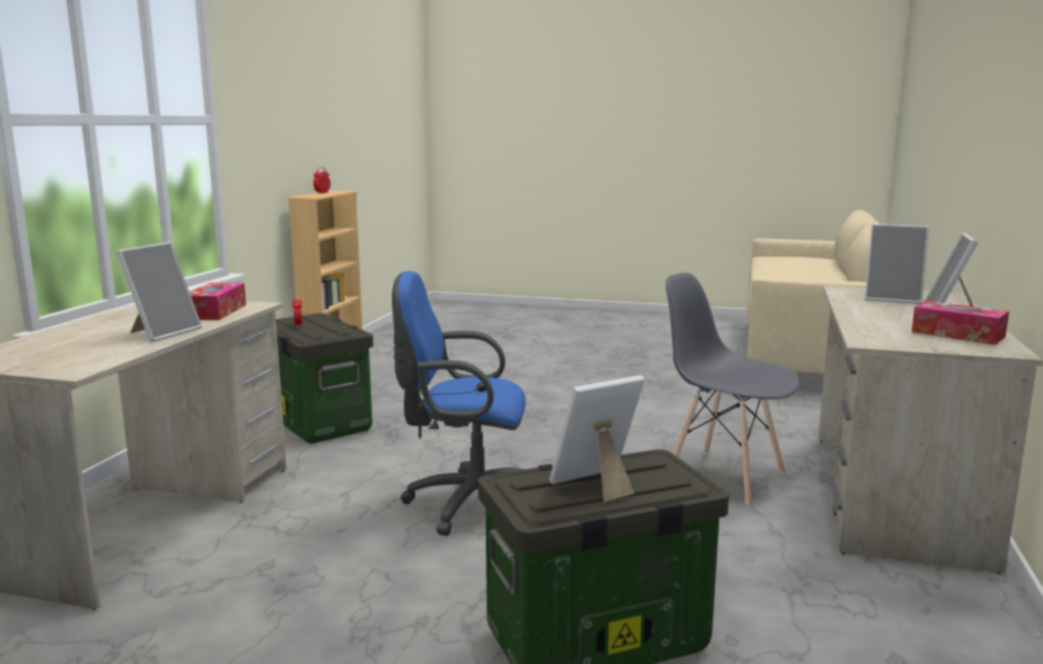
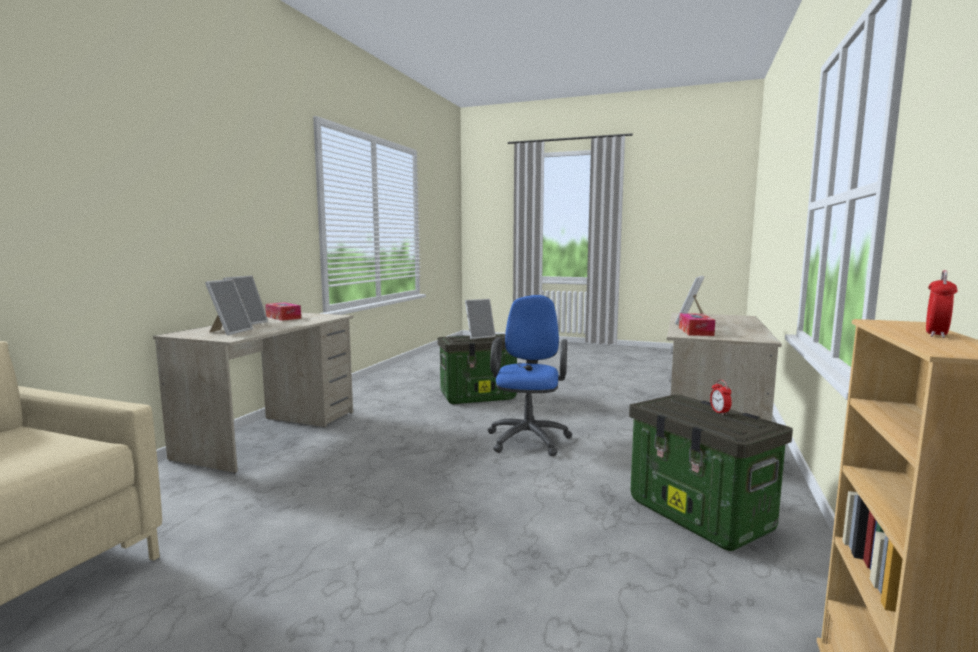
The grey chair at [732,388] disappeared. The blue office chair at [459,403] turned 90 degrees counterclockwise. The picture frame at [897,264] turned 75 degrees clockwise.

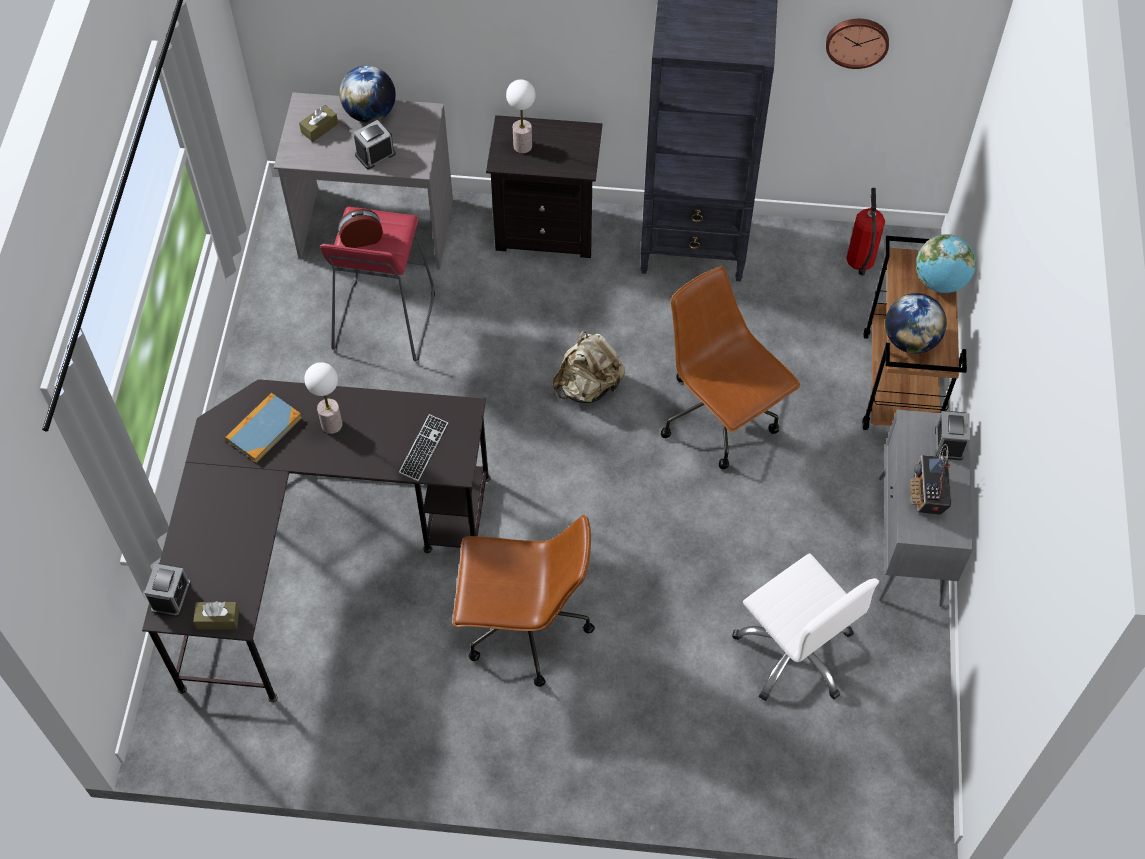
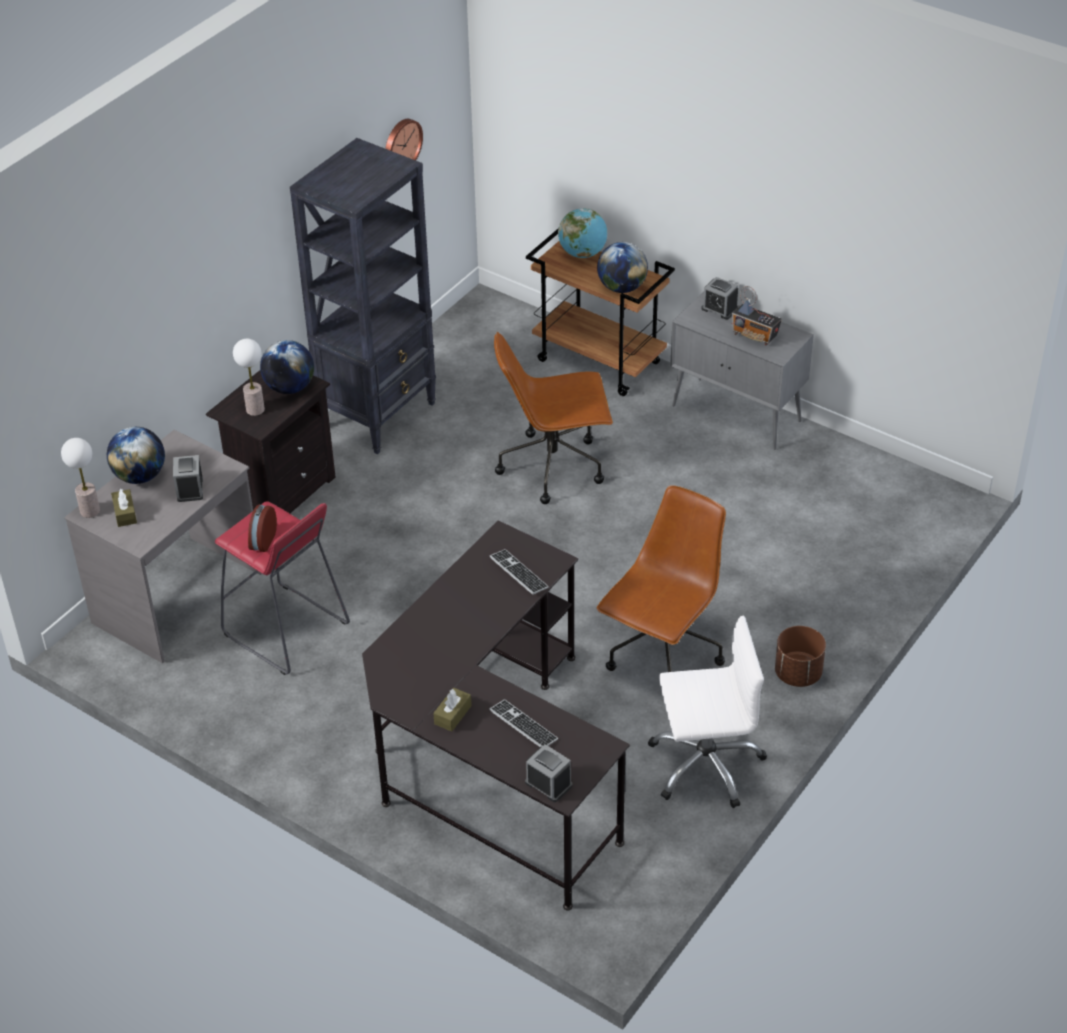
The book at [263,428] disappeared. The beige backpack at [588,367] disappeared. The fire extinguisher at [865,232] disappeared. The globe at [287,367] appeared. The keyboard at [523,723] appeared. The brown planter at [800,656] appeared. The brown tissue box moved from [216,615] to [453,710]. The table lamp moved from [323,398] to [80,478]. The white office chair moved from [805,627] to [707,711].

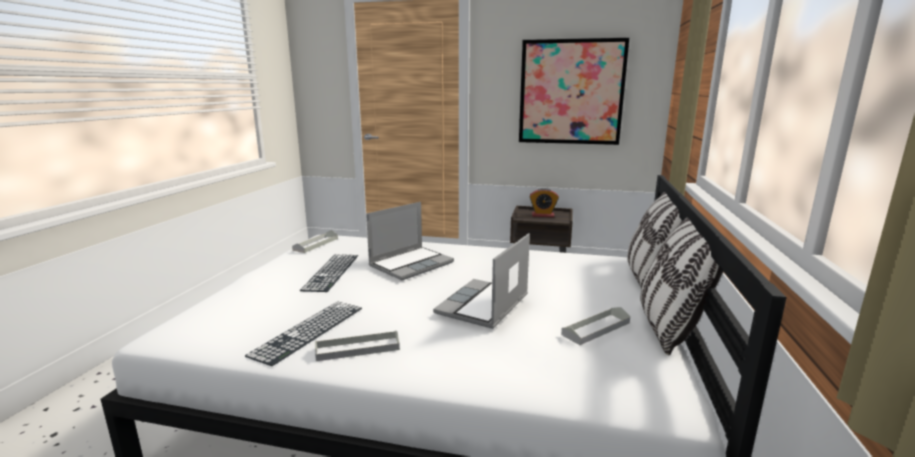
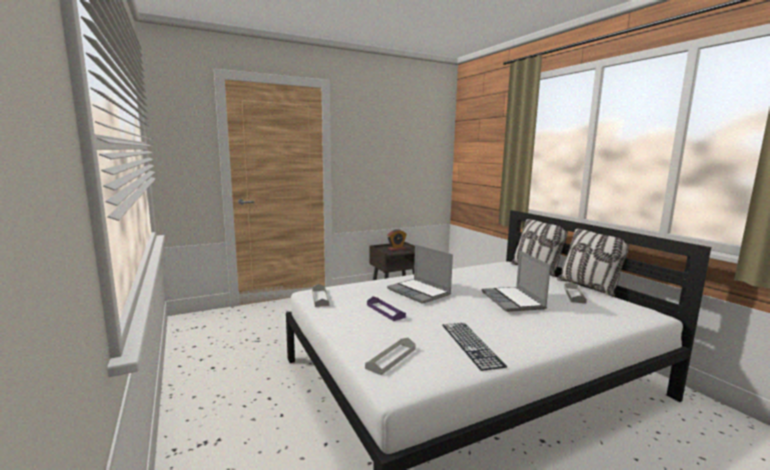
The picture at [574,91] disappeared. The grey tray moved from [357,345] to [390,356]. The keyboard at [329,273] was replaced by the purple tray at [386,308]. The laptop at [410,241] turned 135 degrees clockwise.

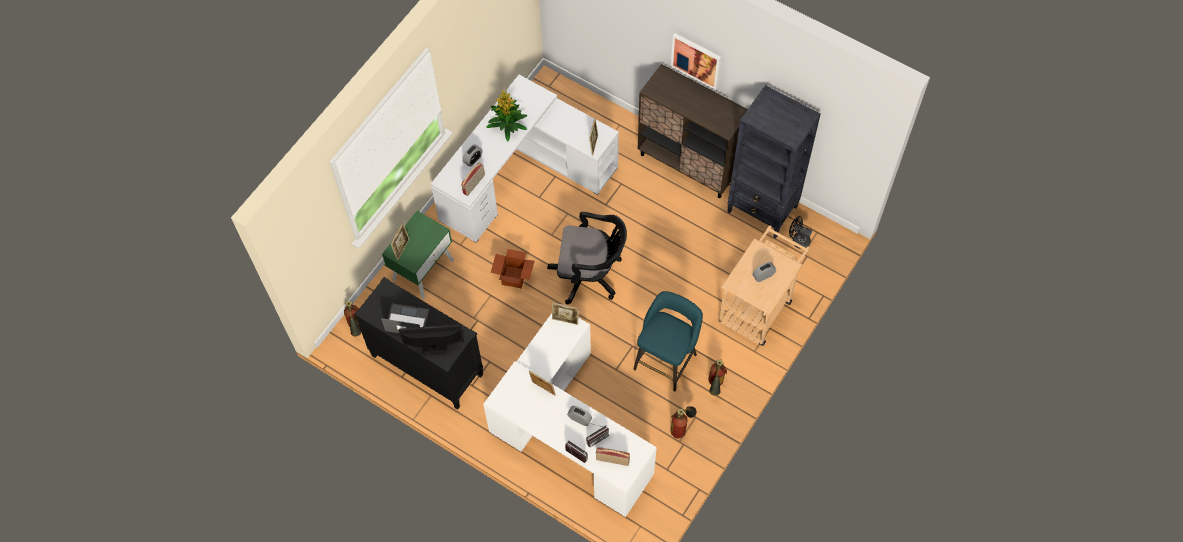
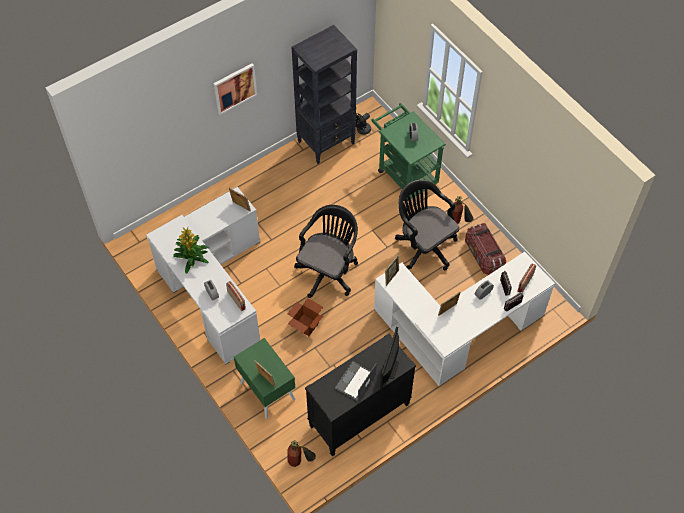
The brown cabinet at [693,131] disappeared. The turquoise stool at [668,341] was replaced by the black office chair at [427,225]. The fire extinguisher at [683,422] was replaced by the storage box at [485,249]. The beige cart at [764,285] became the green cart at [408,152].

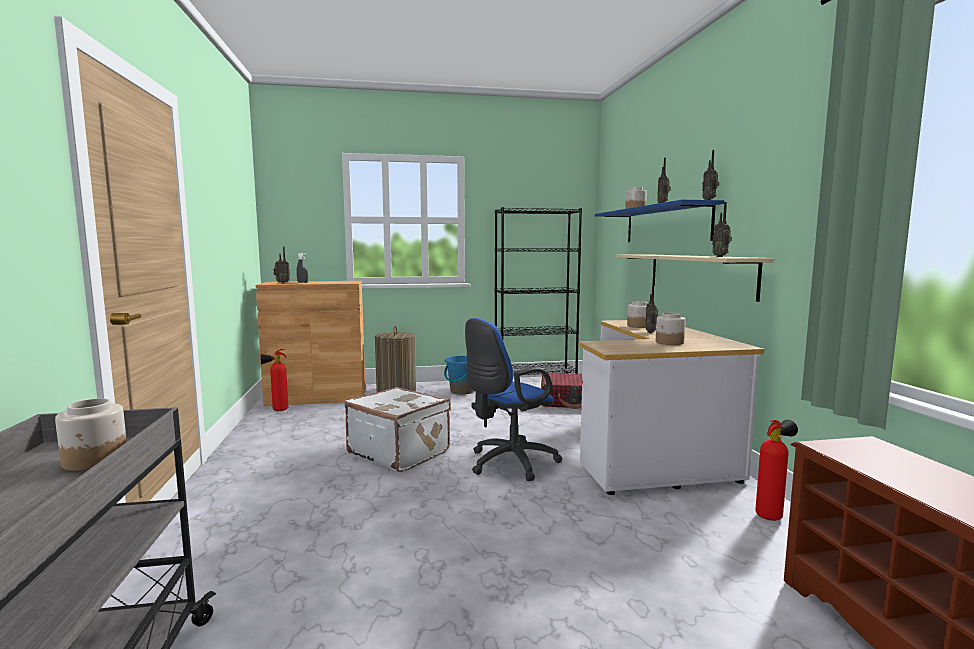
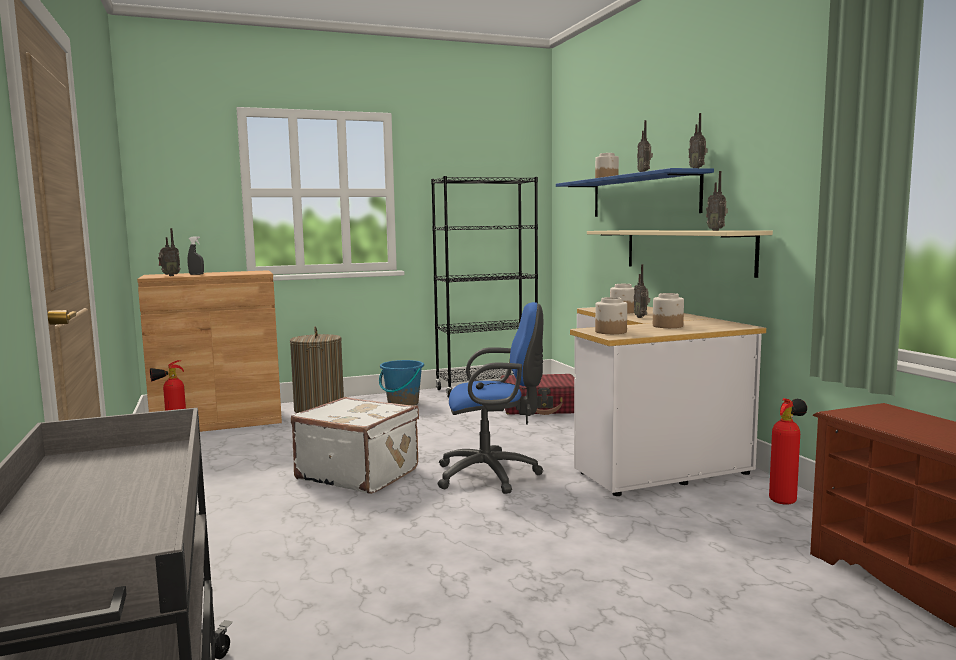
The jar moved from [91,434] to [611,315]. The blue office chair at [513,399] turned 135 degrees counterclockwise.

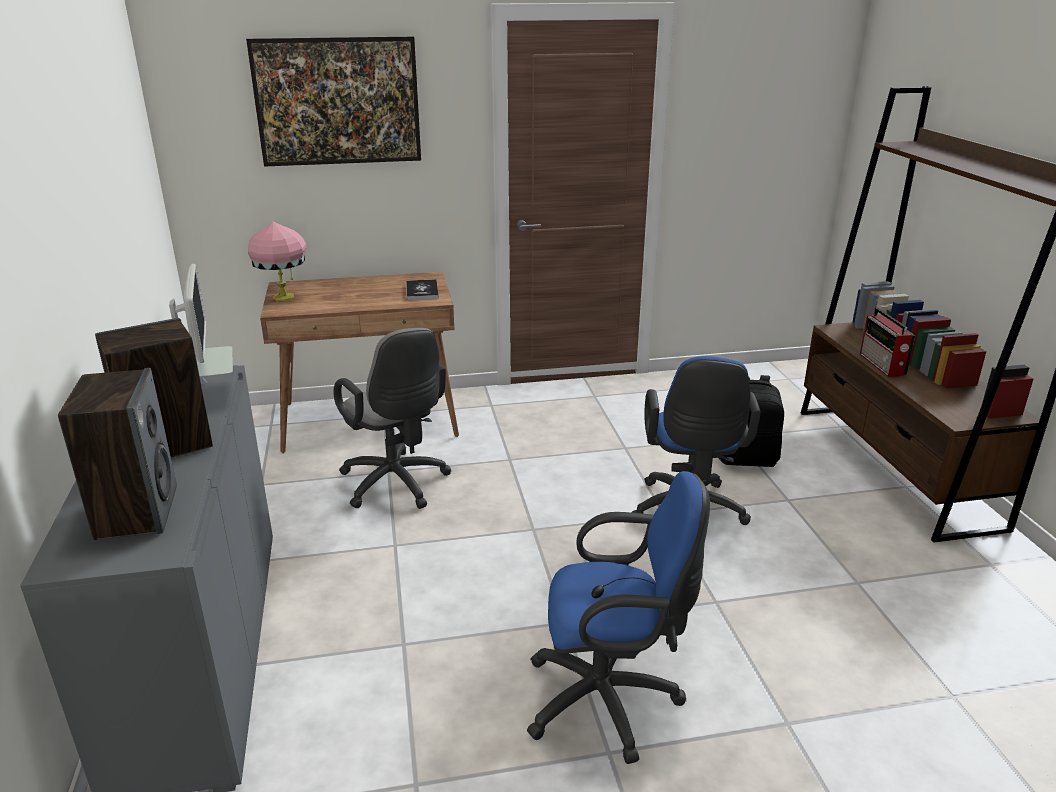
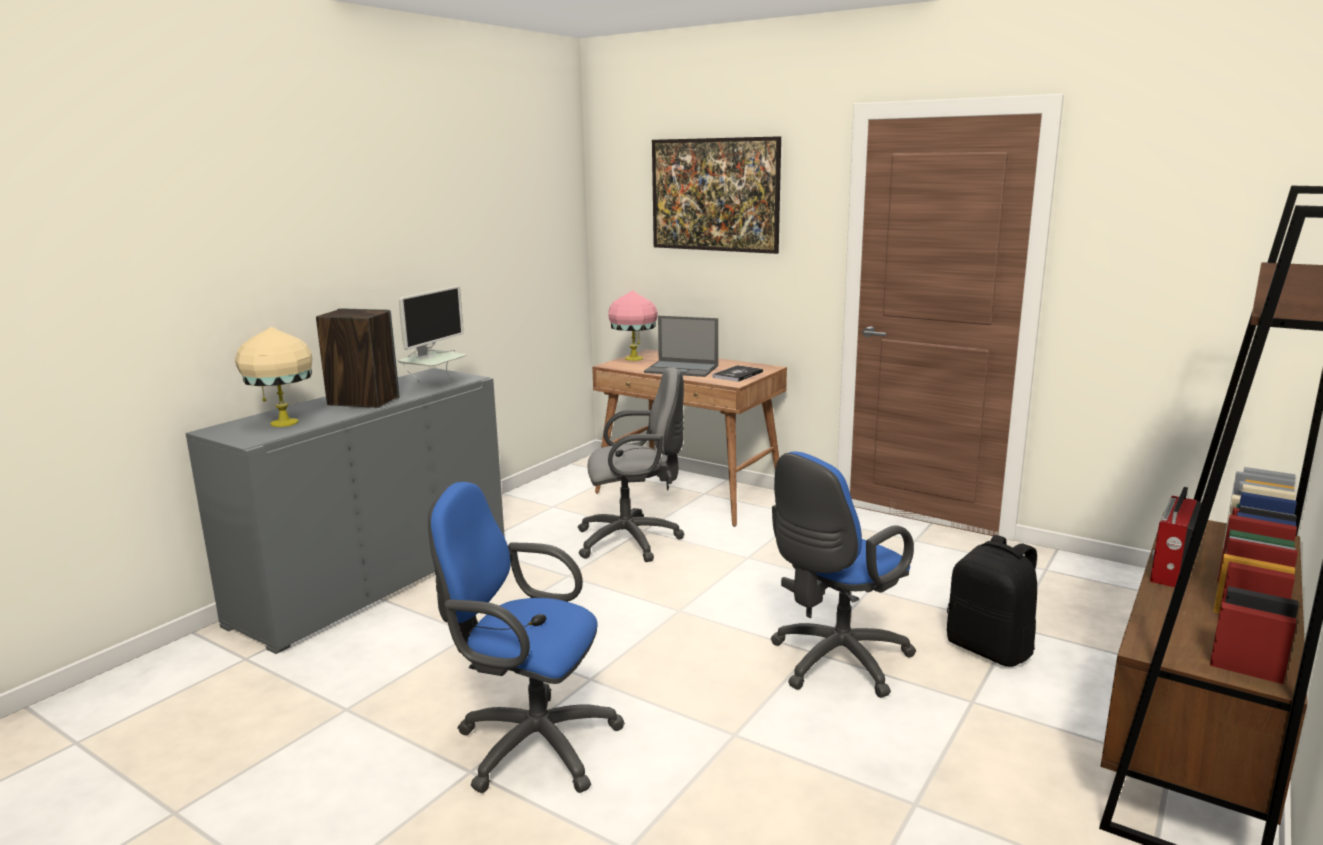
The laptop at [681,346] appeared. The speaker at [117,454] was replaced by the beige table lamp at [273,377]. The grey office chair at [392,418] turned 105 degrees counterclockwise. The blue office chair at [618,617] turned 150 degrees clockwise.

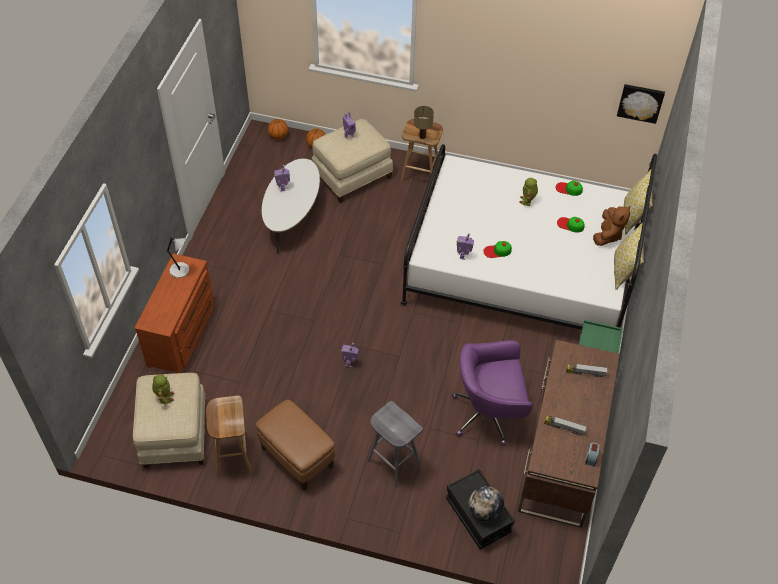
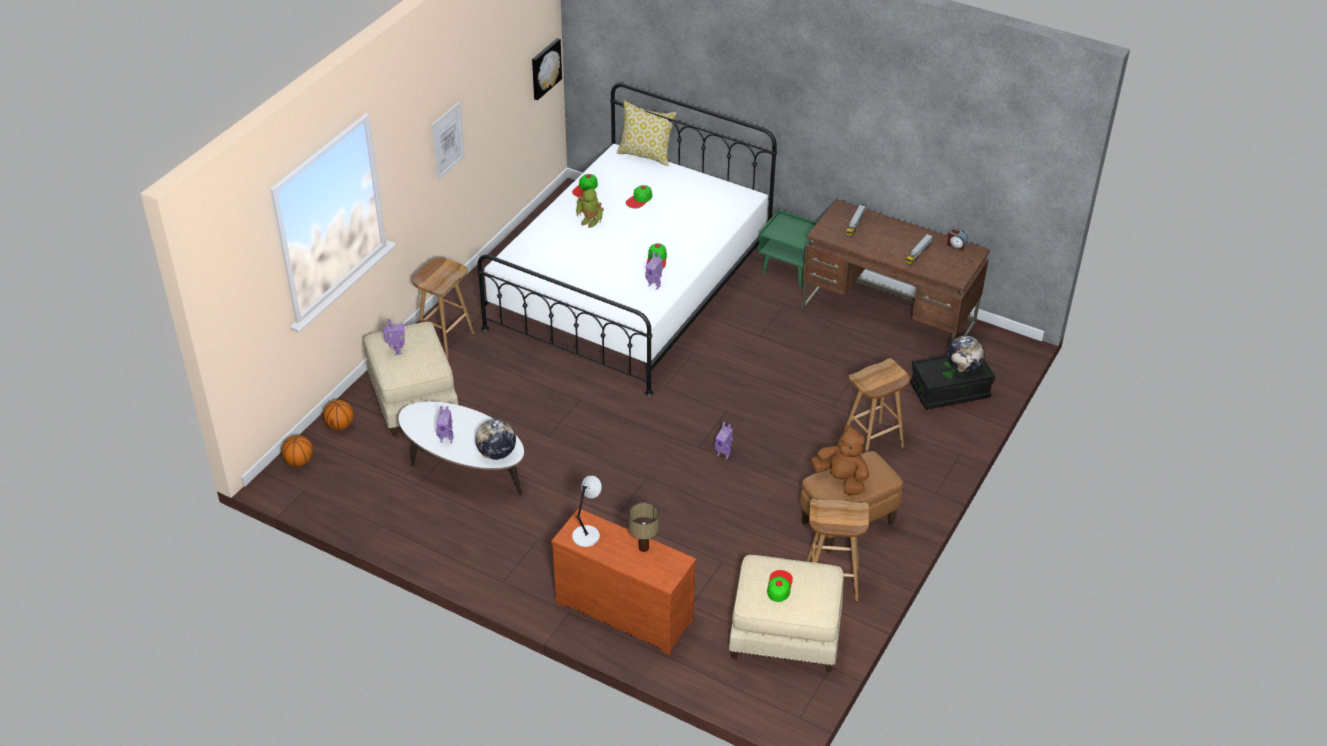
The purple office chair at [492,393] disappeared. The pillow at [629,256] disappeared. The picture at [448,141] appeared. The globe at [495,439] appeared. The table lamp moved from [424,122] to [644,527]. The brown plush toy moved from [611,226] to [840,460]. The toy robot at [163,389] was replaced by the cap at [780,586]. The grey stool at [395,444] became the brown stool at [876,405].

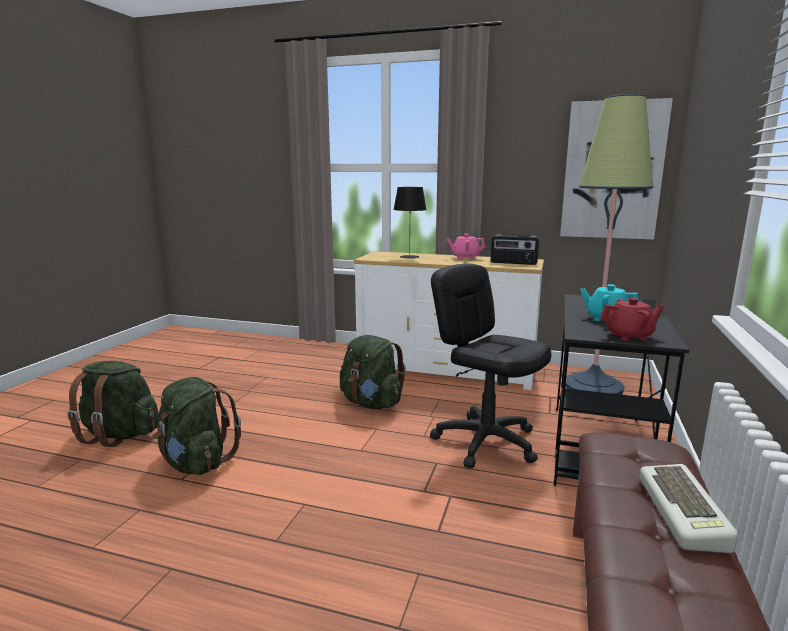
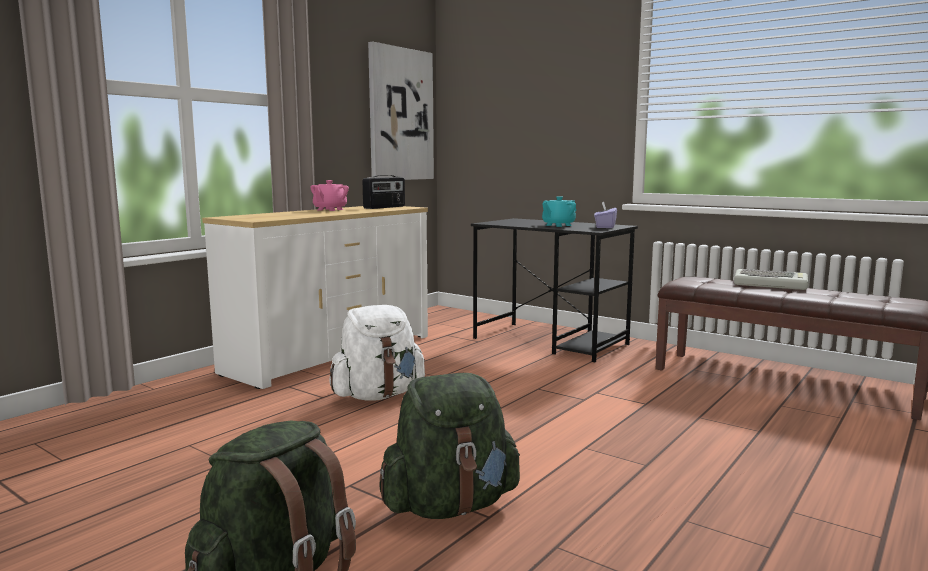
The black table lamp at [410,223] disappeared. The black office chair at [490,366] disappeared. The floor lamp at [609,244] disappeared. The red teapot at [632,319] was replaced by the purple tissue box at [605,215]. The green backpack at [373,372] became the white backpack at [377,352].

